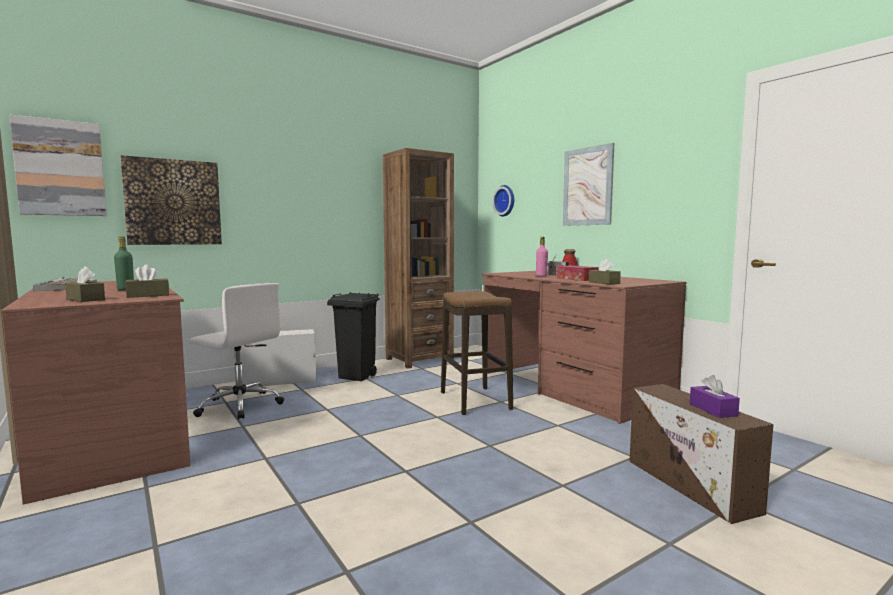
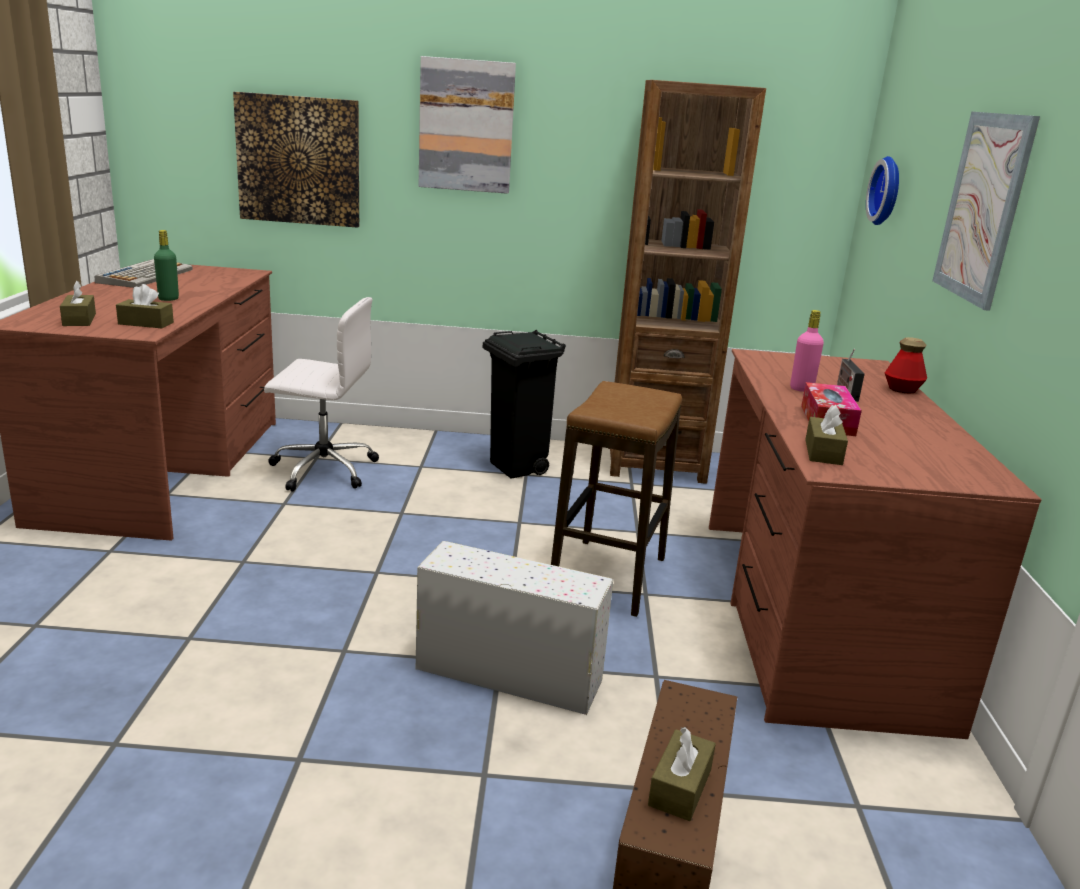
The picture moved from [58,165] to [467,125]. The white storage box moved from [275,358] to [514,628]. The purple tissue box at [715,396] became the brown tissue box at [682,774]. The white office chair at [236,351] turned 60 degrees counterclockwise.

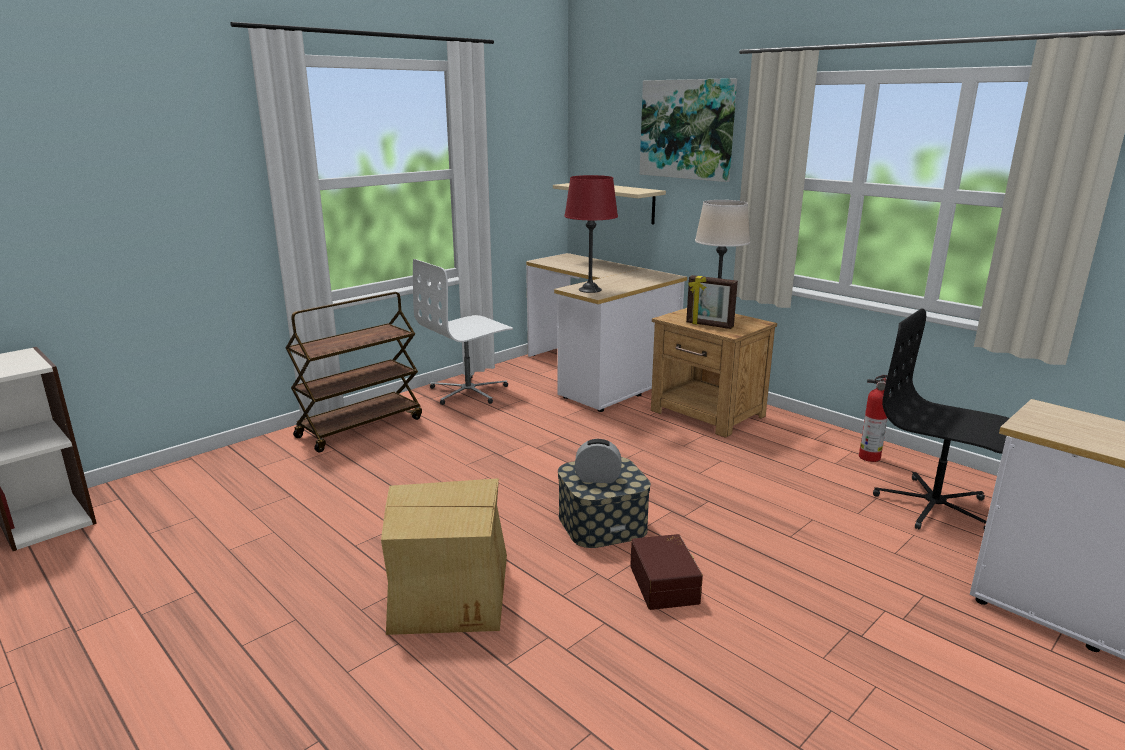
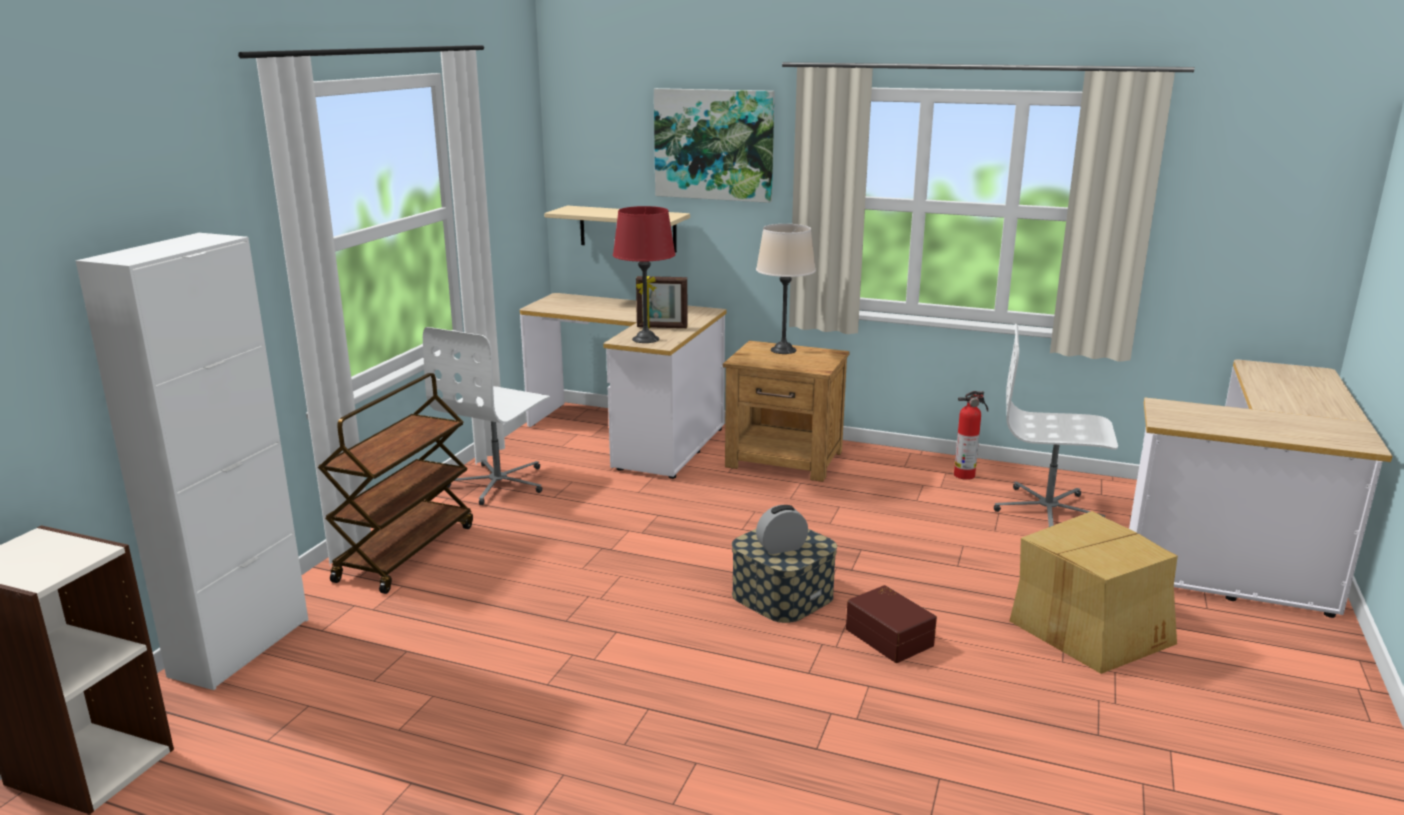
The white cabinet at [191,461] appeared. The cardboard box moved from [444,556] to [1094,592]. The picture frame moved from [712,302] to [662,302]. The black office chair at [941,419] became the white office chair at [1056,425].

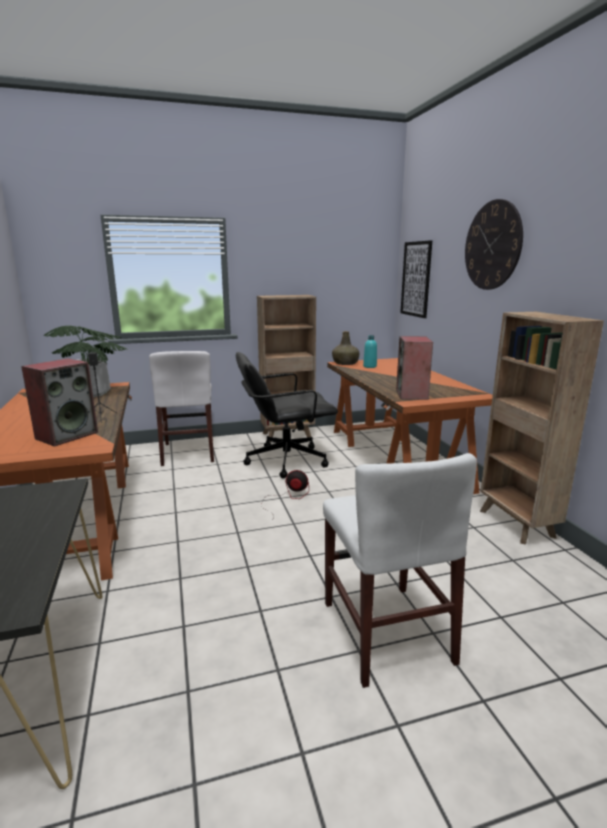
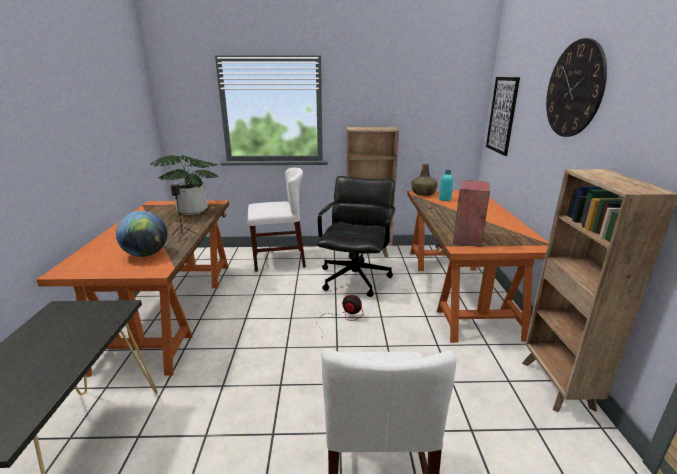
The speaker at [59,402] was replaced by the globe at [142,234]. The white chair at [181,408] turned 105 degrees counterclockwise. The black office chair at [287,415] turned 105 degrees clockwise.

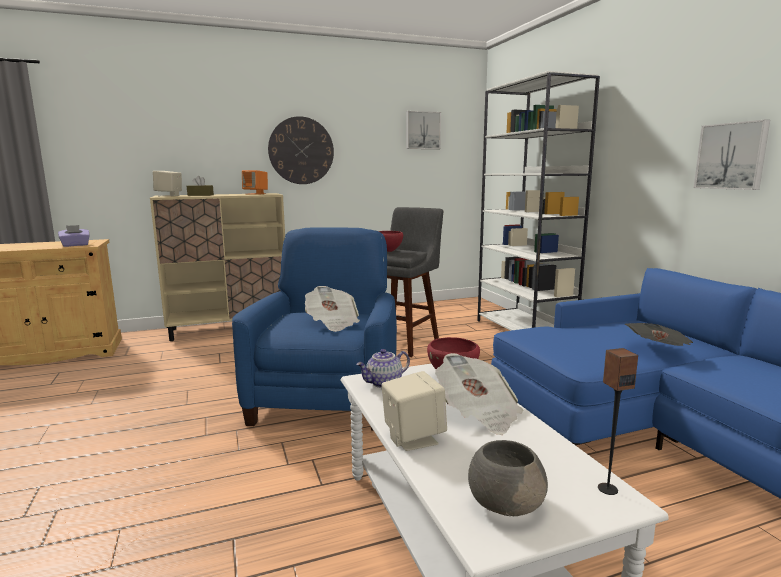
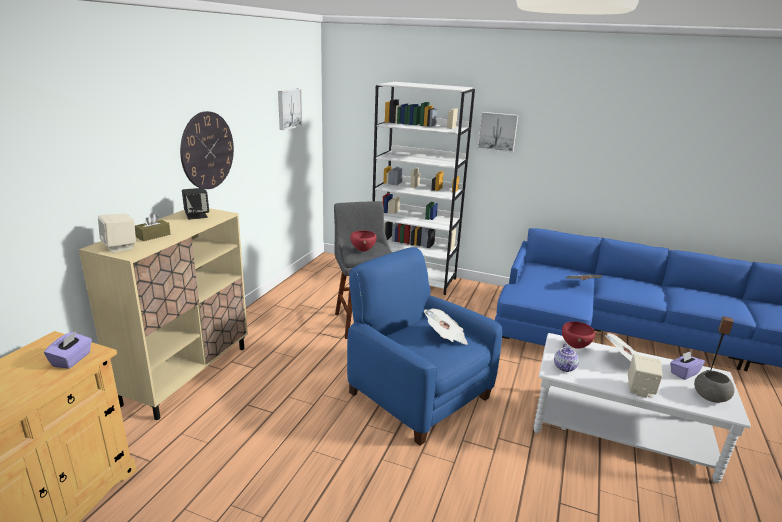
The purple tissue box at [687,365] appeared. The picture moved from [732,155] to [497,132]. The orange speaker at [255,182] became the black speaker at [195,204].

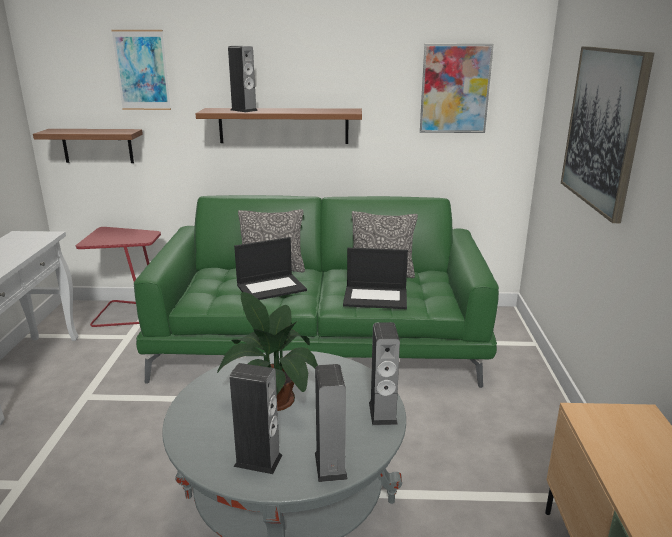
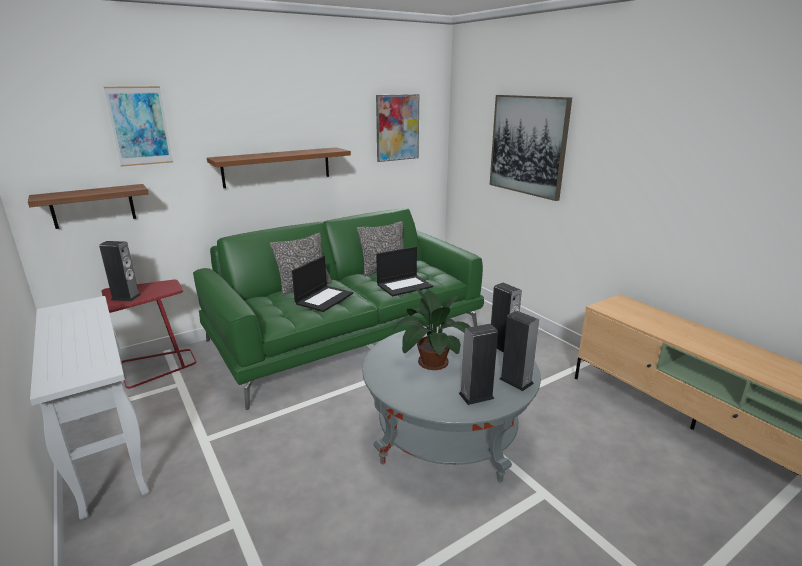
The speaker moved from [243,79] to [120,271].

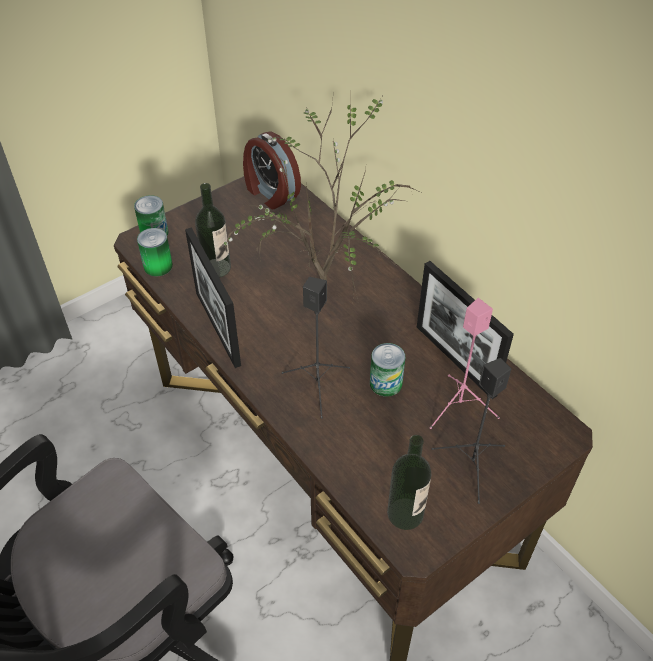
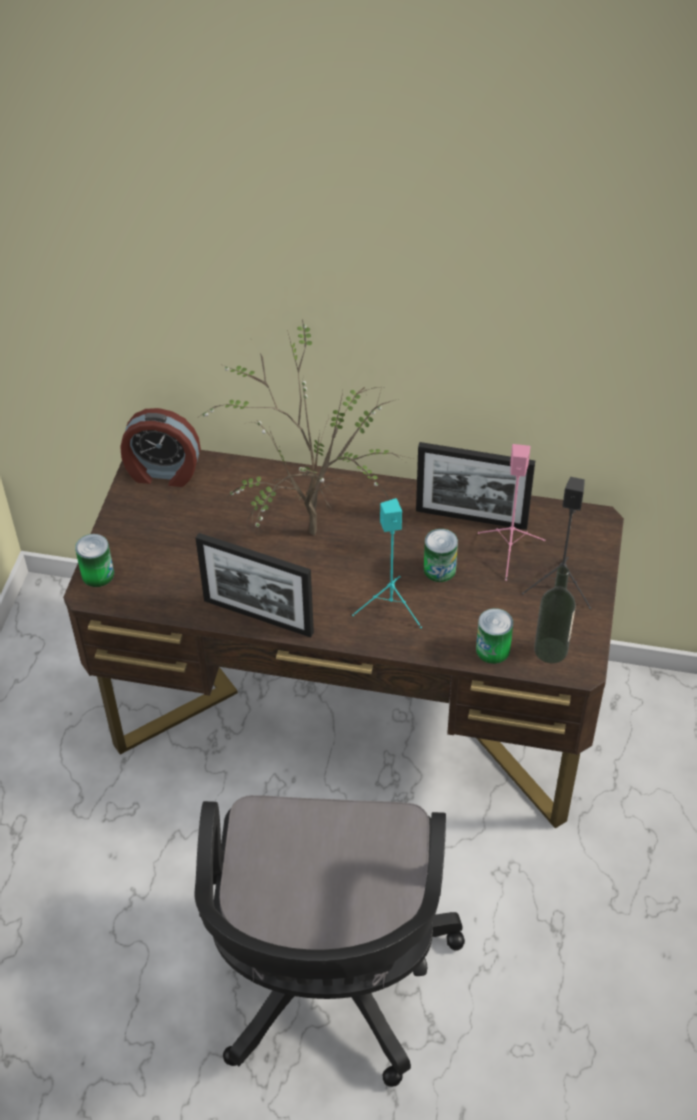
The bottle at [213,230] disappeared. The can moved from [155,252] to [494,636]. The black speaker at [316,348] became the turquoise speaker at [387,563].

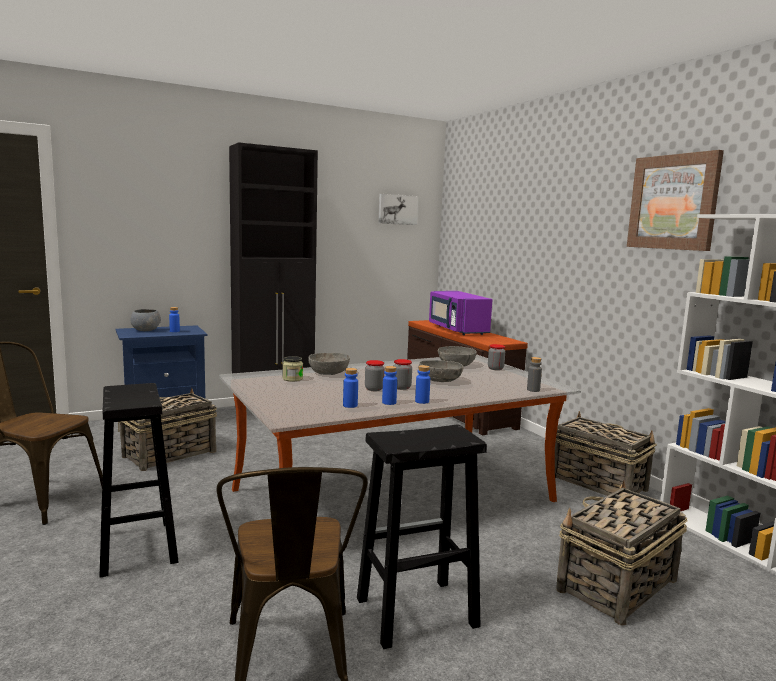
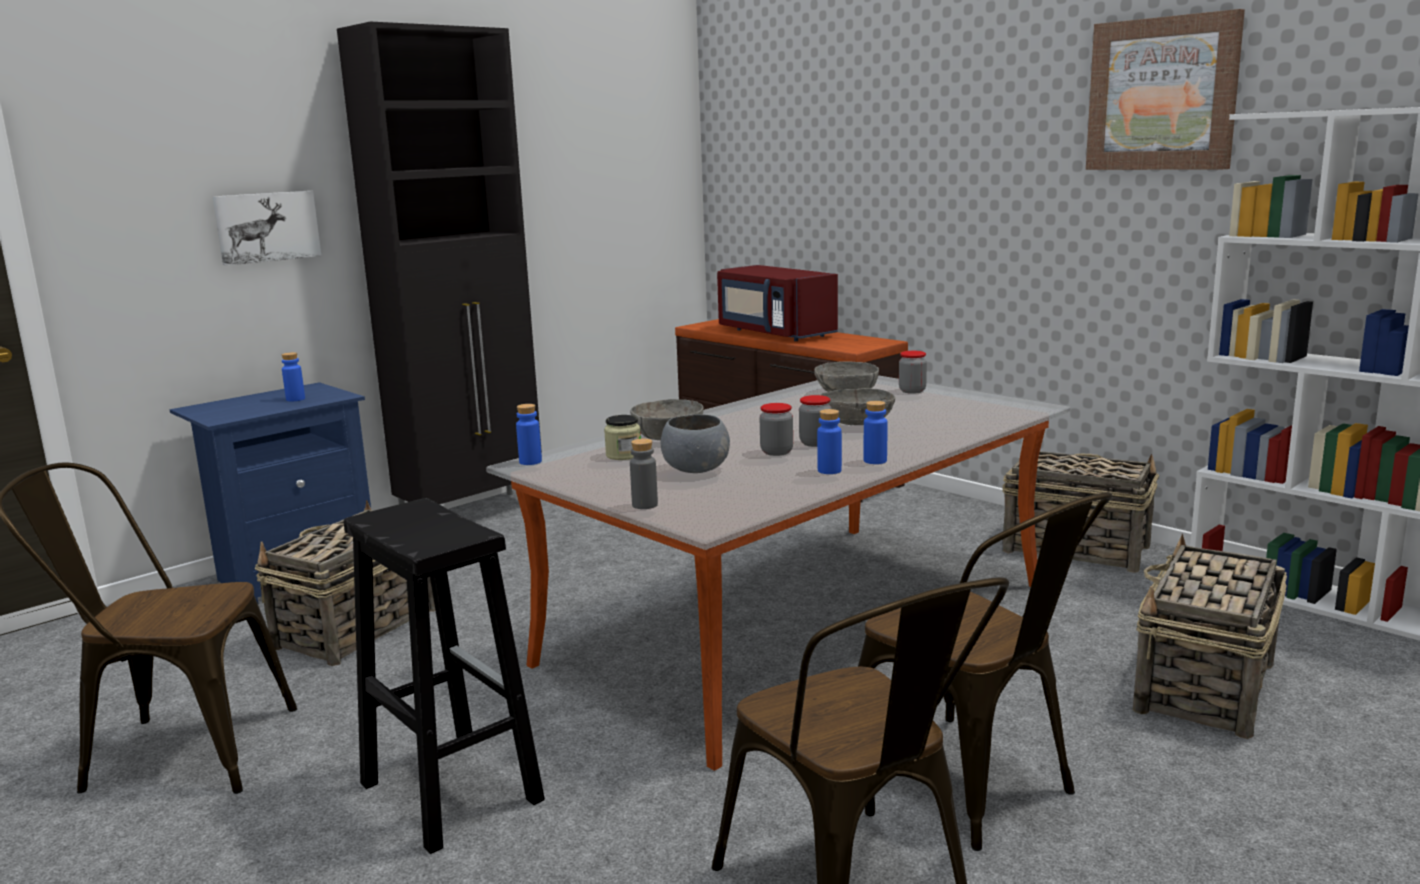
The grey bowl moved from [145,320] to [695,443]. The blue bottle moved from [350,388] to [529,434]. The picture moved from [398,209] to [266,228]. The grey bottle moved from [534,374] to [644,474]. The black stool at [422,537] was replaced by the brown chair at [985,671]. The purple microwave at [460,313] became the red microwave at [777,303].

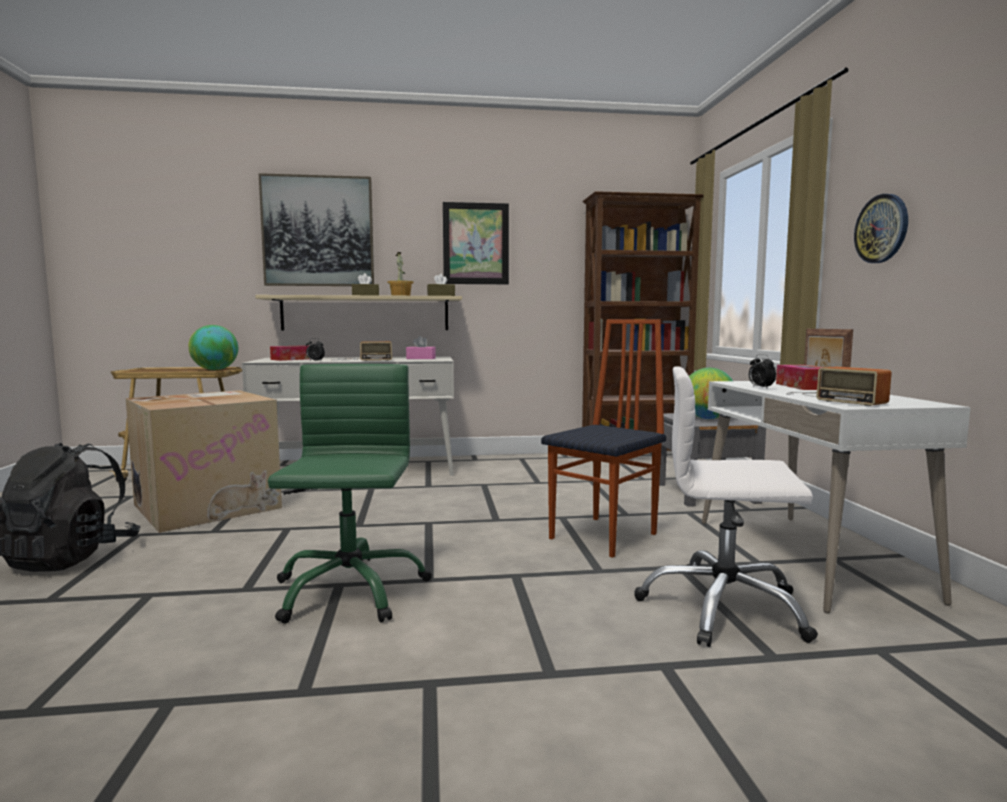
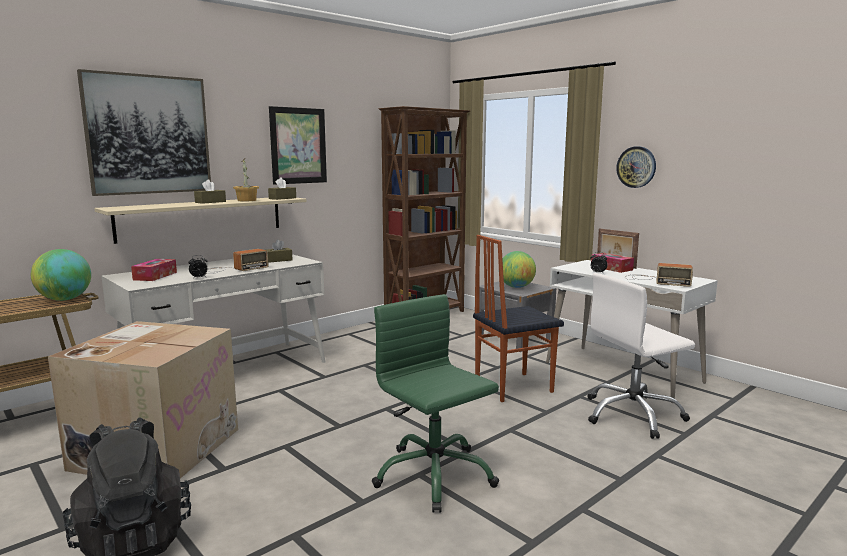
The pink tissue box at [421,347] became the brown tissue box at [280,251]. The chair at [603,438] turned 120 degrees counterclockwise.

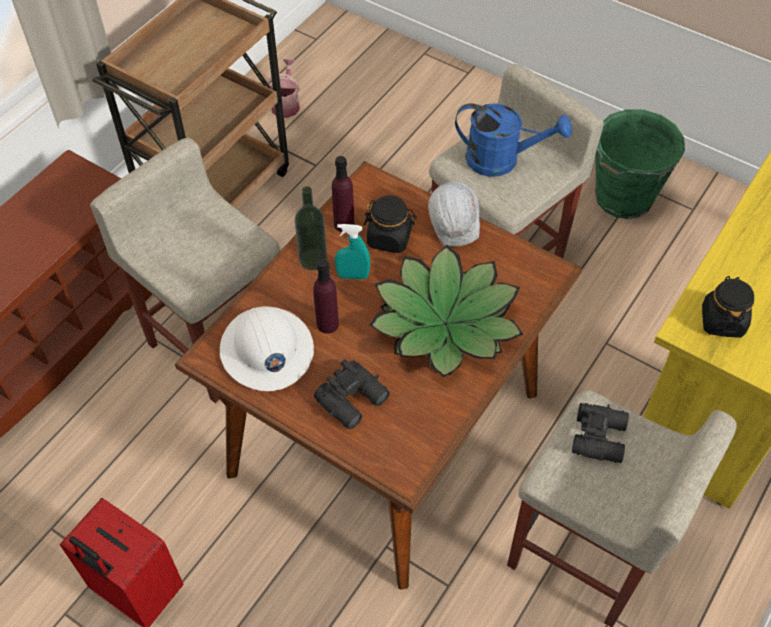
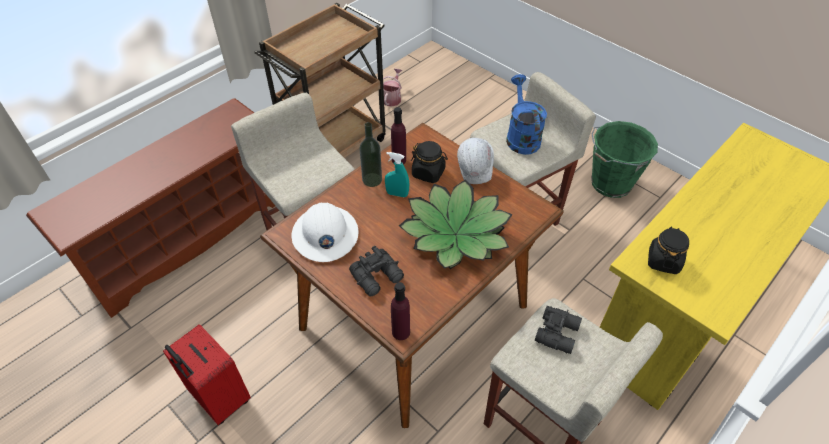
The purple bottle moved from [326,296] to [400,311]. The blue watering can at [513,140] turned 120 degrees counterclockwise.

